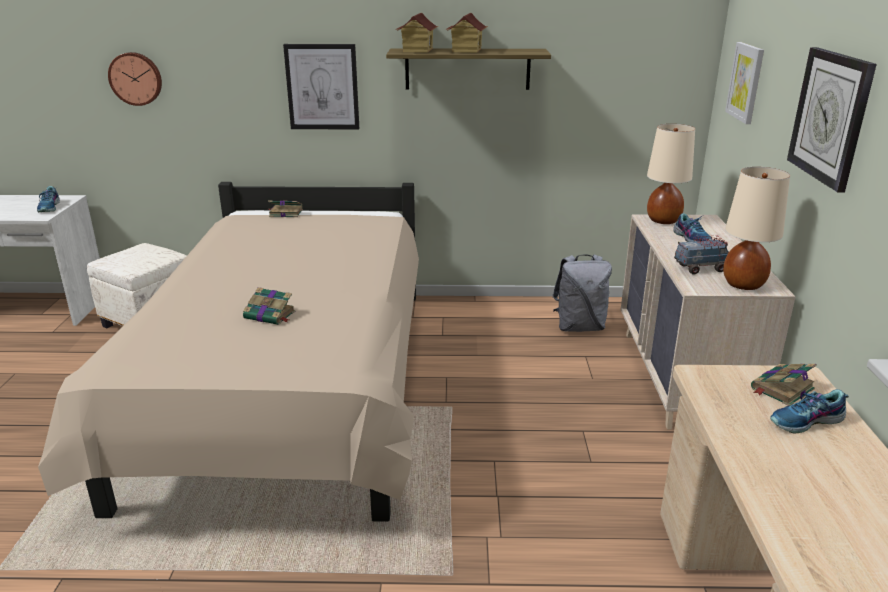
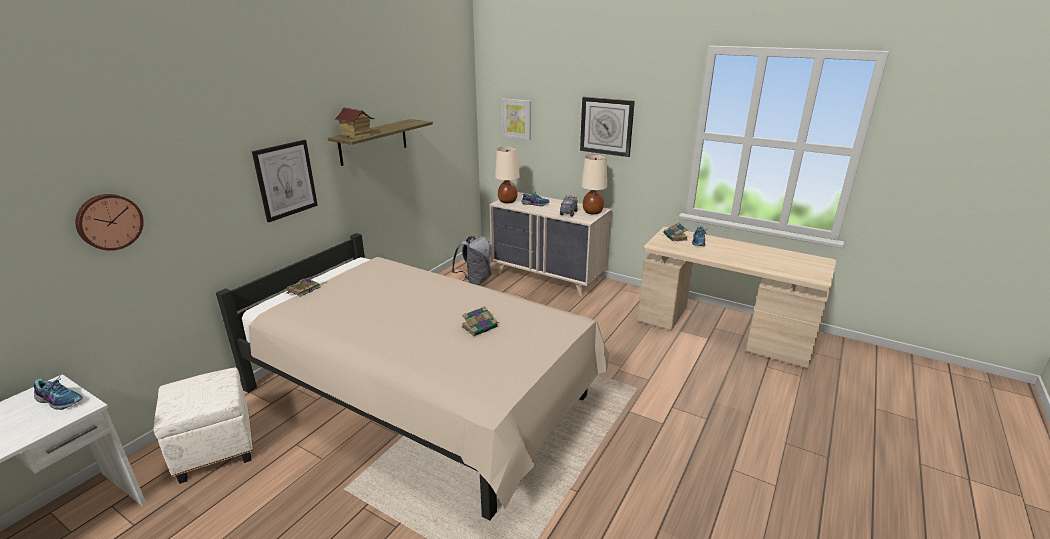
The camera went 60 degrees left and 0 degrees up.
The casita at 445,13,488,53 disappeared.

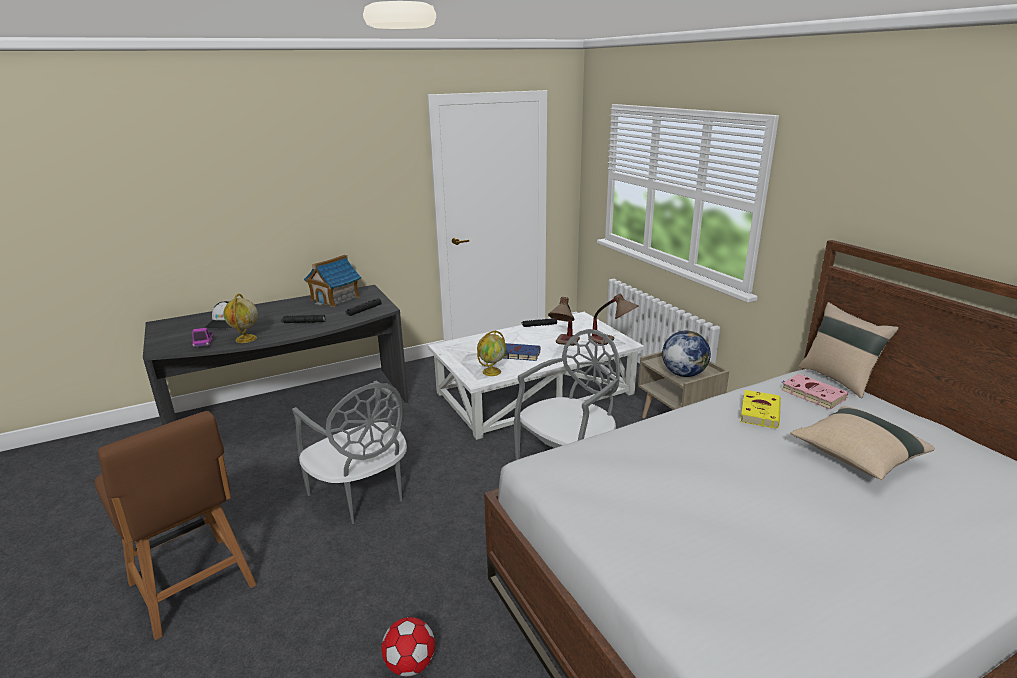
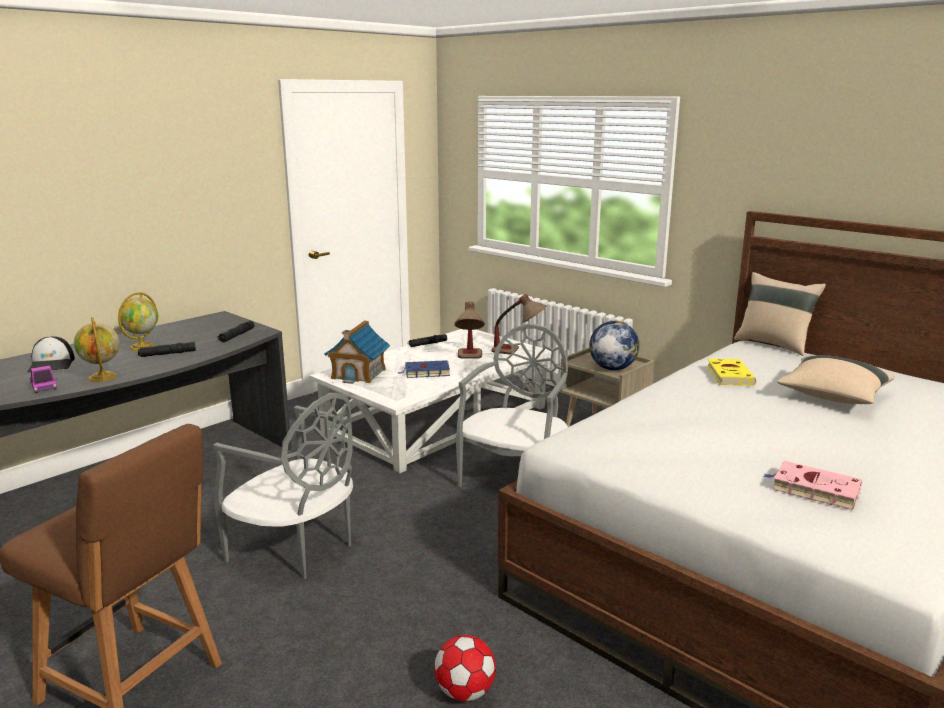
The camera went 20 degrees left and 5 degrees down.
The globo terráqueo moved from 477,330,506,376 to 118,292,158,351.
The casita moved from 304,255,361,307 to 324,321,390,384.
The libro [rosa] moved from 781,374,848,410 to 764,461,863,510.

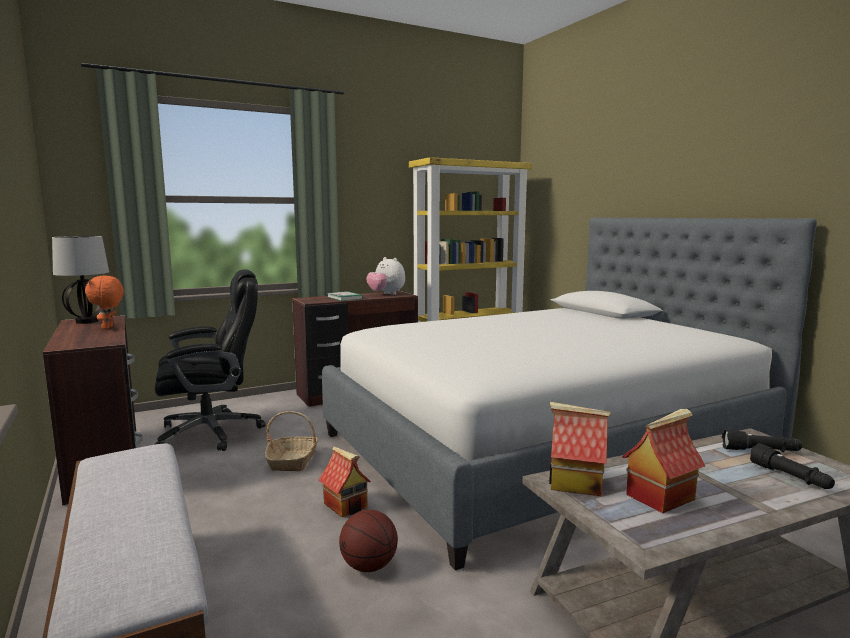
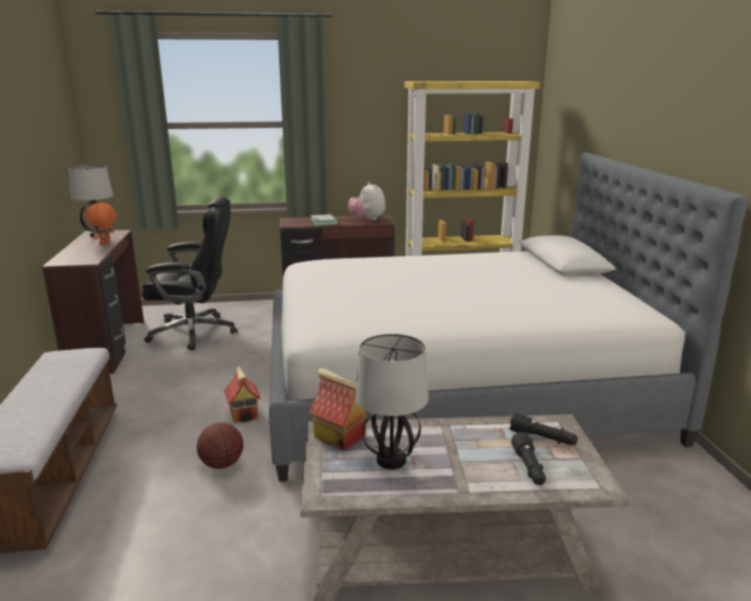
The camera went 20 degrees right and 10 degrees up.
The casita at 622,409,705,513 was replaced by the lámpara de mesa at 355,334,429,469.
The cesta at 265,411,318,471 disappeared.

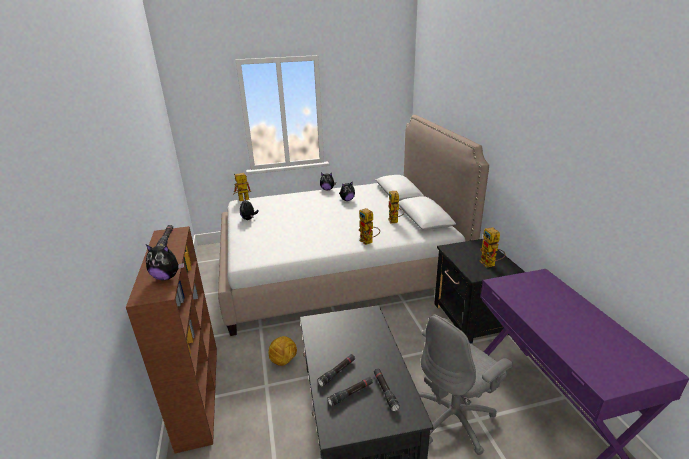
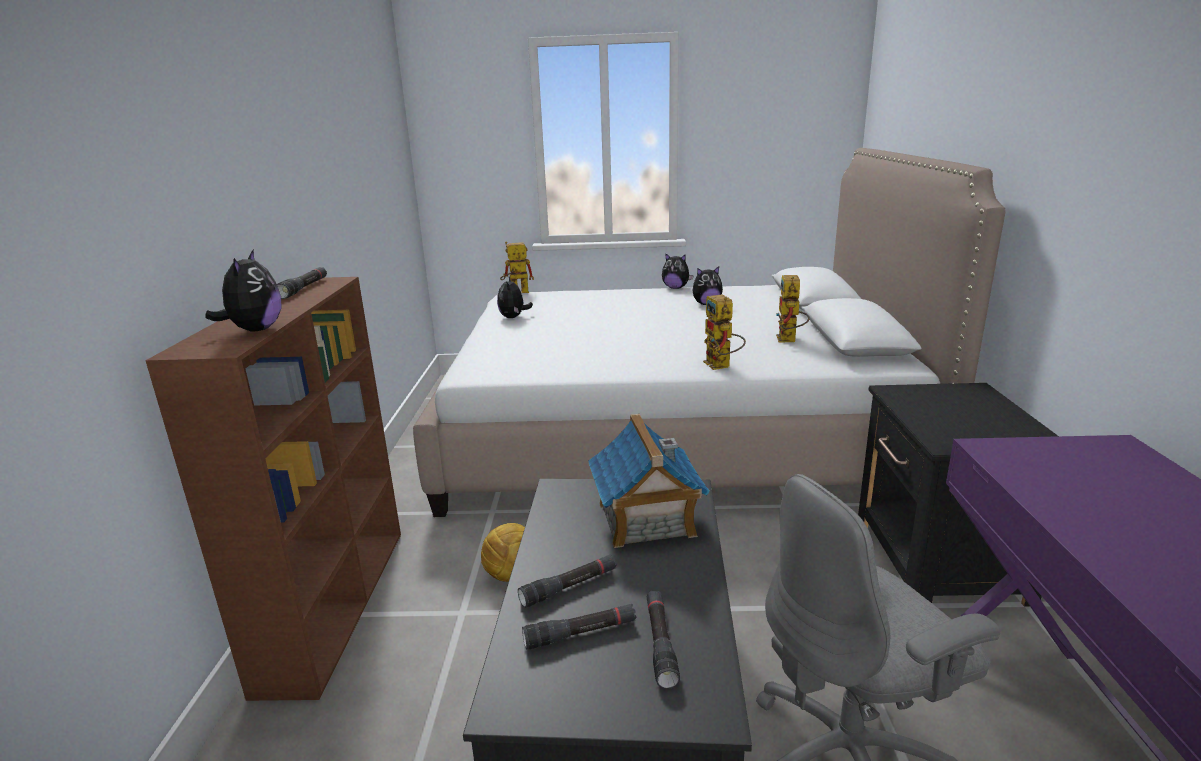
The camera went 15 degrees right and 5 degrees down.
The peluche at 146,244,184,280 turned 120 degrees counterclockwise.
The casita at 588,414,710,548 appeared.
The robot de juguete at 479,227,506,268 disappeared.

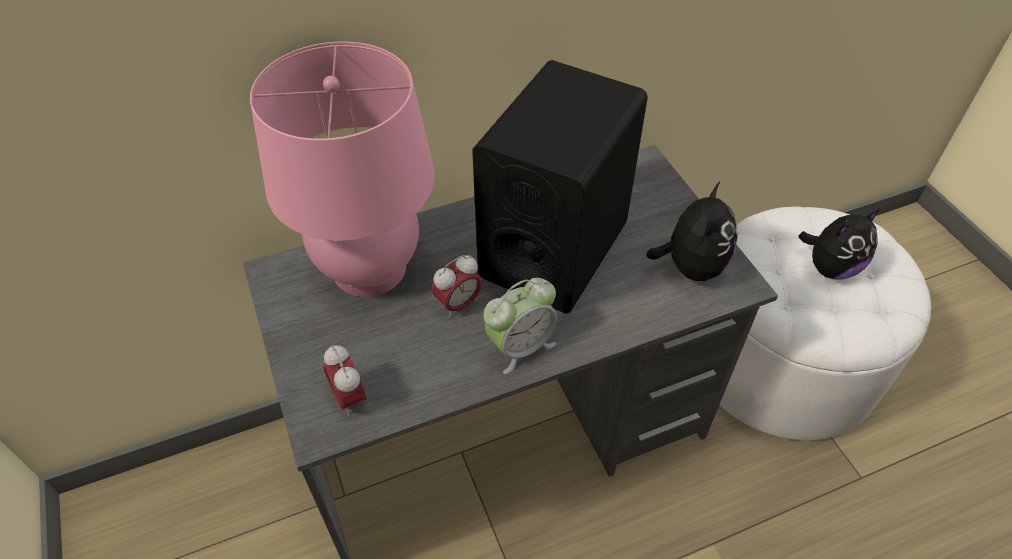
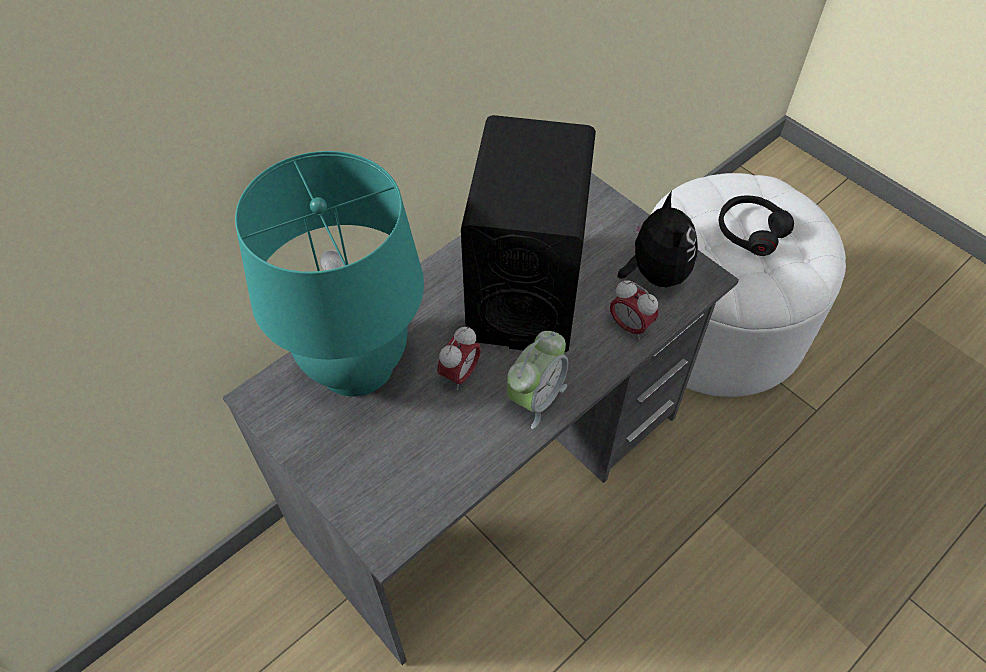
The camera went 20 degrees left and 5 degrees up.
The lámpara de mesa [rosa] at 250,42,435,297 became the lámpara de mesa [turquesa] at 235,151,424,396.
The despertador moved from 323,345,366,416 to 610,280,658,340.
The peluche at 798,209,880,280 was replaced by the auriculares [negro] at 719,195,794,256.

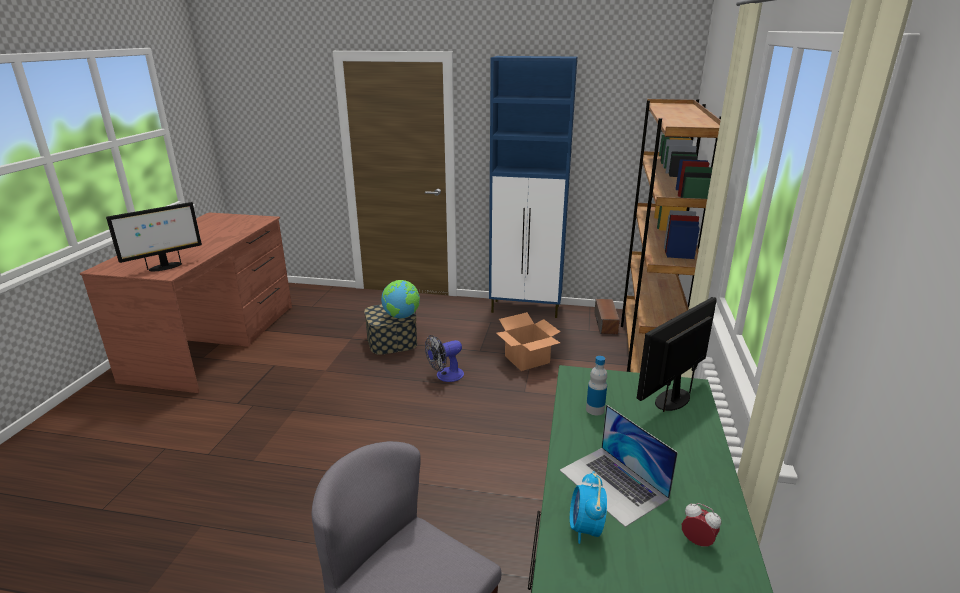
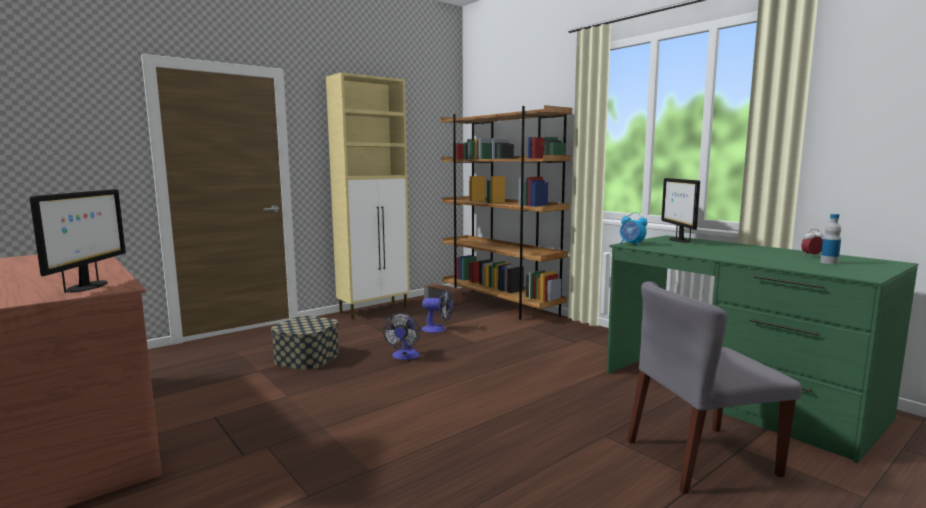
The camera went 50 degrees left and 15 degrees down.
The armario [azul] at 489,56,577,318 became the armario [beis] at 326,72,410,319.
The caja de cartón at 496,312,561,371 was replaced by the ventilador at 422,289,453,333.
The despertador moved from 570,471,607,544 to 620,212,648,246.
The botella moved from 586,356,607,416 to 820,214,841,264.
The globo terráqueo at 381,280,420,318 disappeared.
The portátil at 560,405,678,527 disappeared.

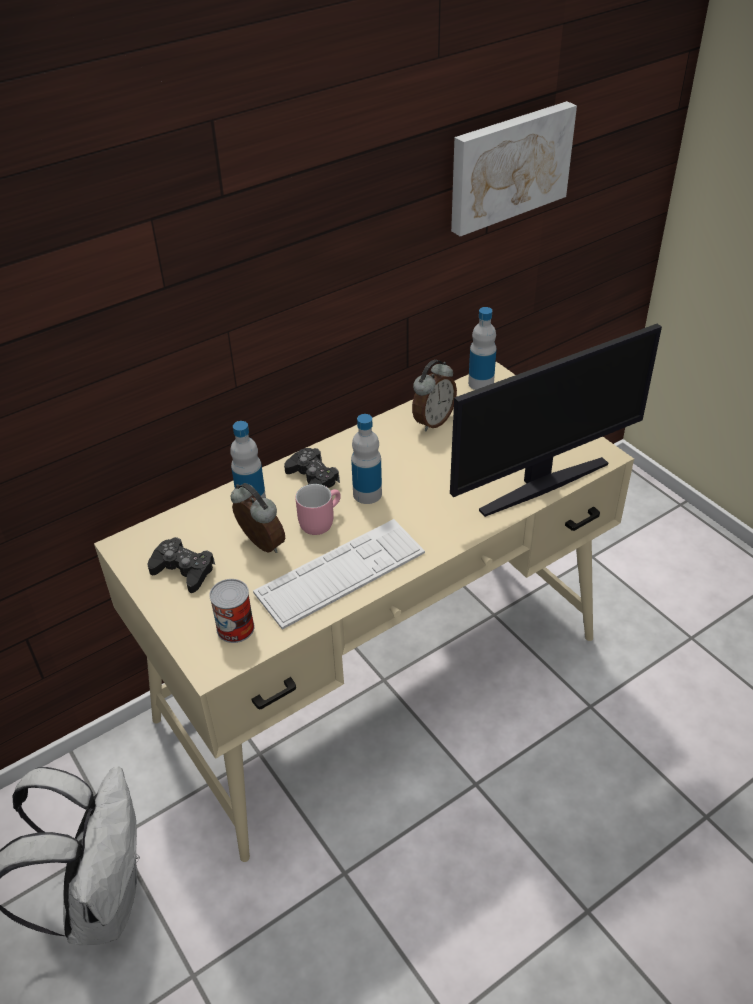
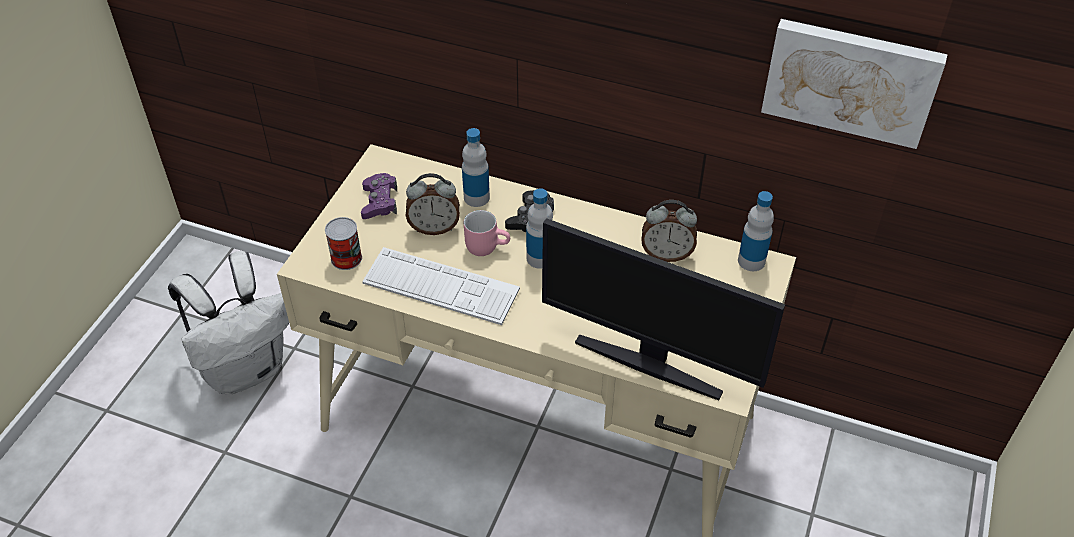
The camera went 55 degrees right and 5 degrees up.
The mando de consola [negro] at 147,537,215,593 became the mando de consola [morado] at 361,173,397,219.
The despertador at 231,483,285,553 turned 75 degrees clockwise.

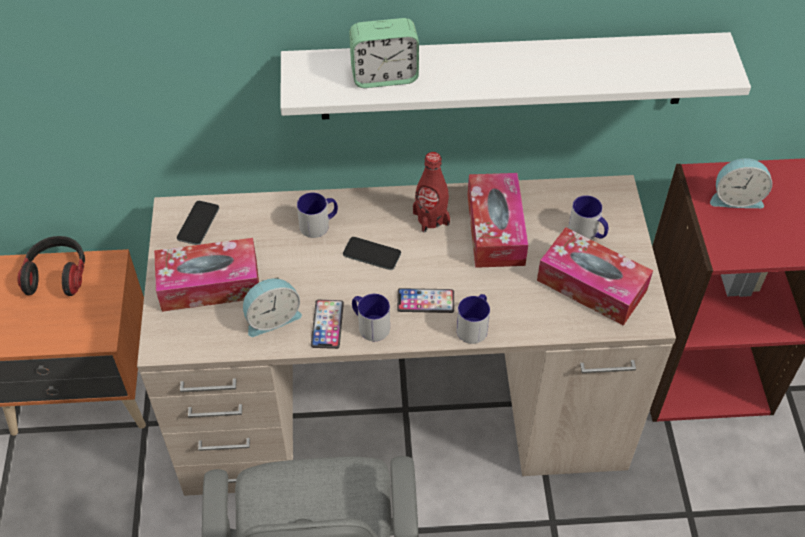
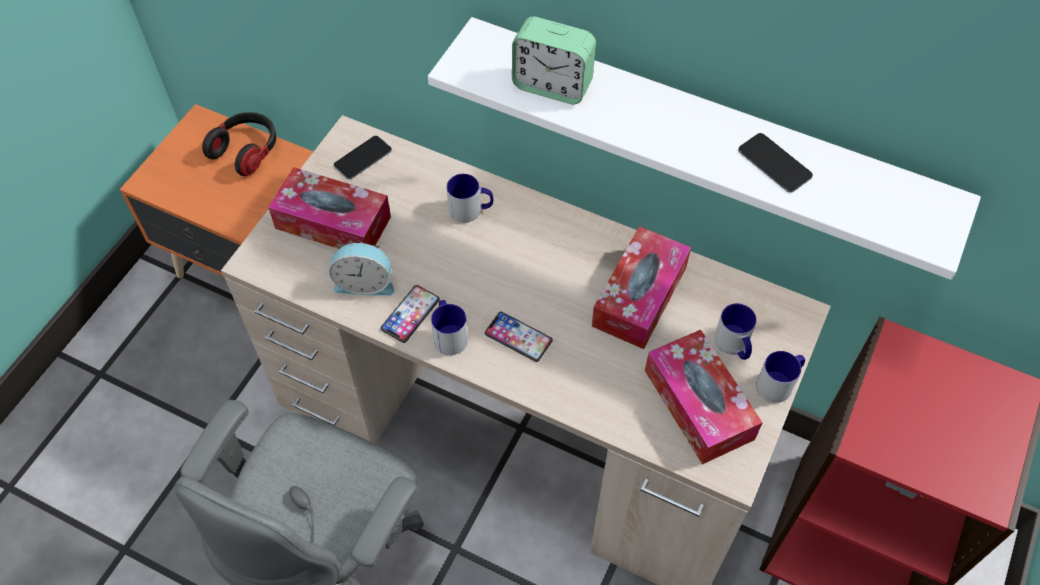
The camera went 30 degrees right and 5 degrees up.
The móvil moved from 343,237,401,270 to 738,133,813,193.
The taza grande moved from 456,294,490,344 to 756,351,805,403.
The botella [rojo] at 413,152,450,233 disappeared.
The despertador at 710,158,772,208 disappeared.

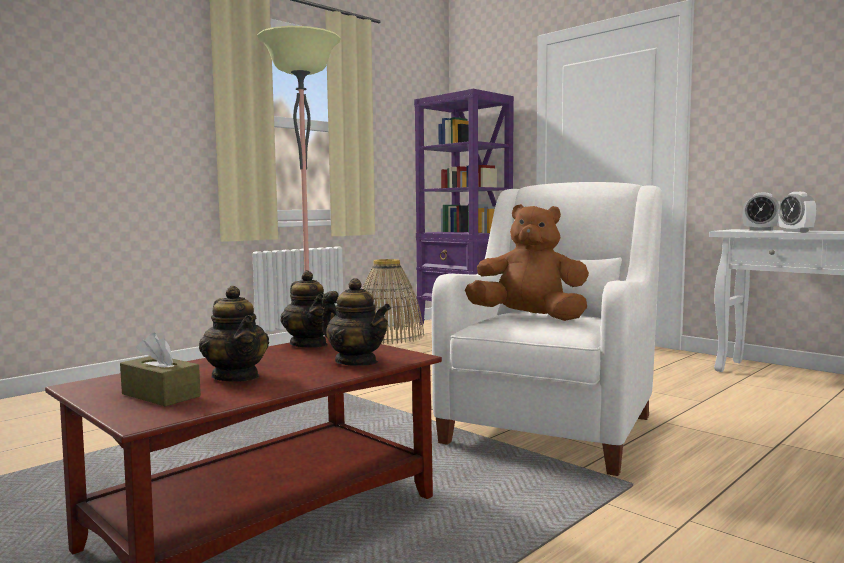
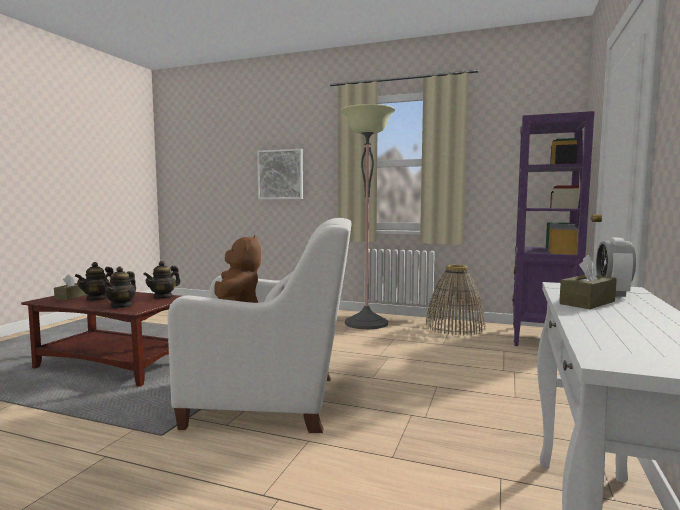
The camera went 65 degrees right and 0 degrees up.
The cuadro at 257,149,303,199 appeared.
The despertador at 779,192,816,232 was replaced by the caja de pañuelos [marrón] at 559,255,617,309.

